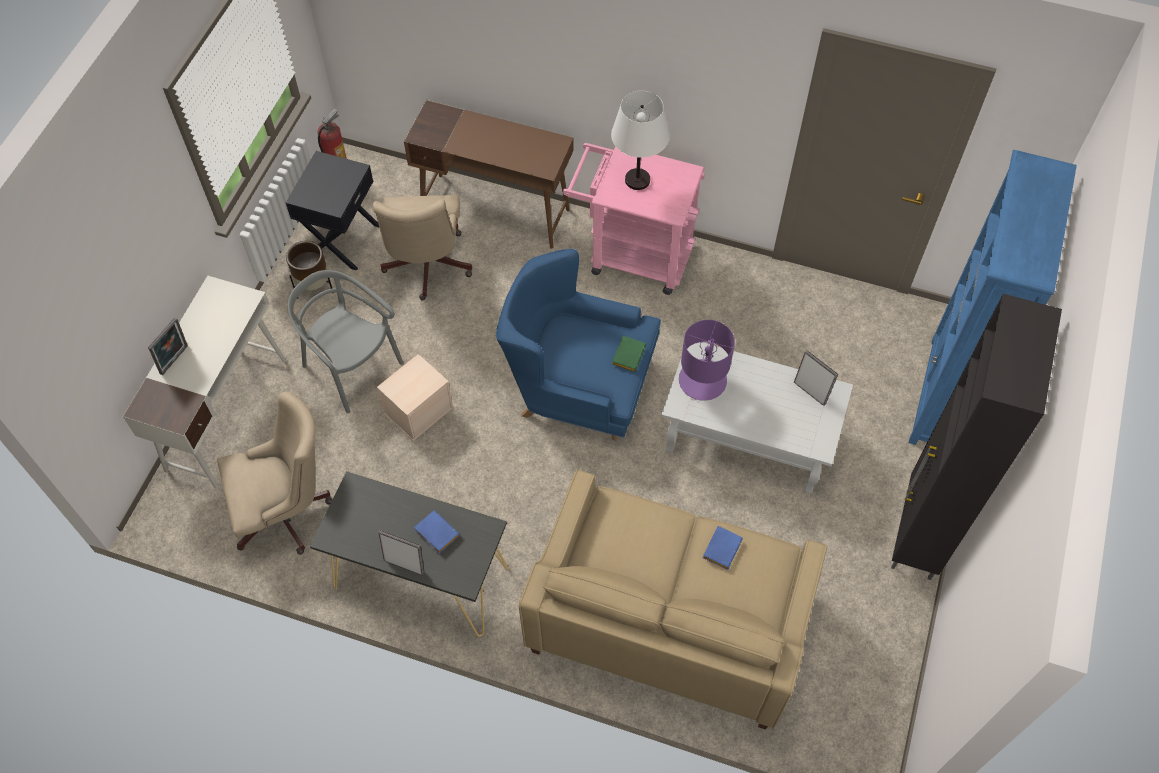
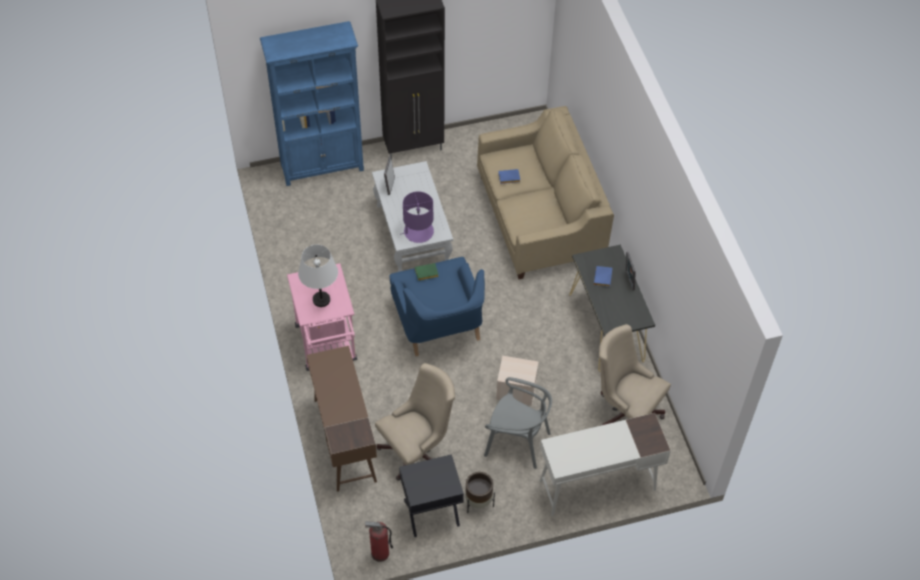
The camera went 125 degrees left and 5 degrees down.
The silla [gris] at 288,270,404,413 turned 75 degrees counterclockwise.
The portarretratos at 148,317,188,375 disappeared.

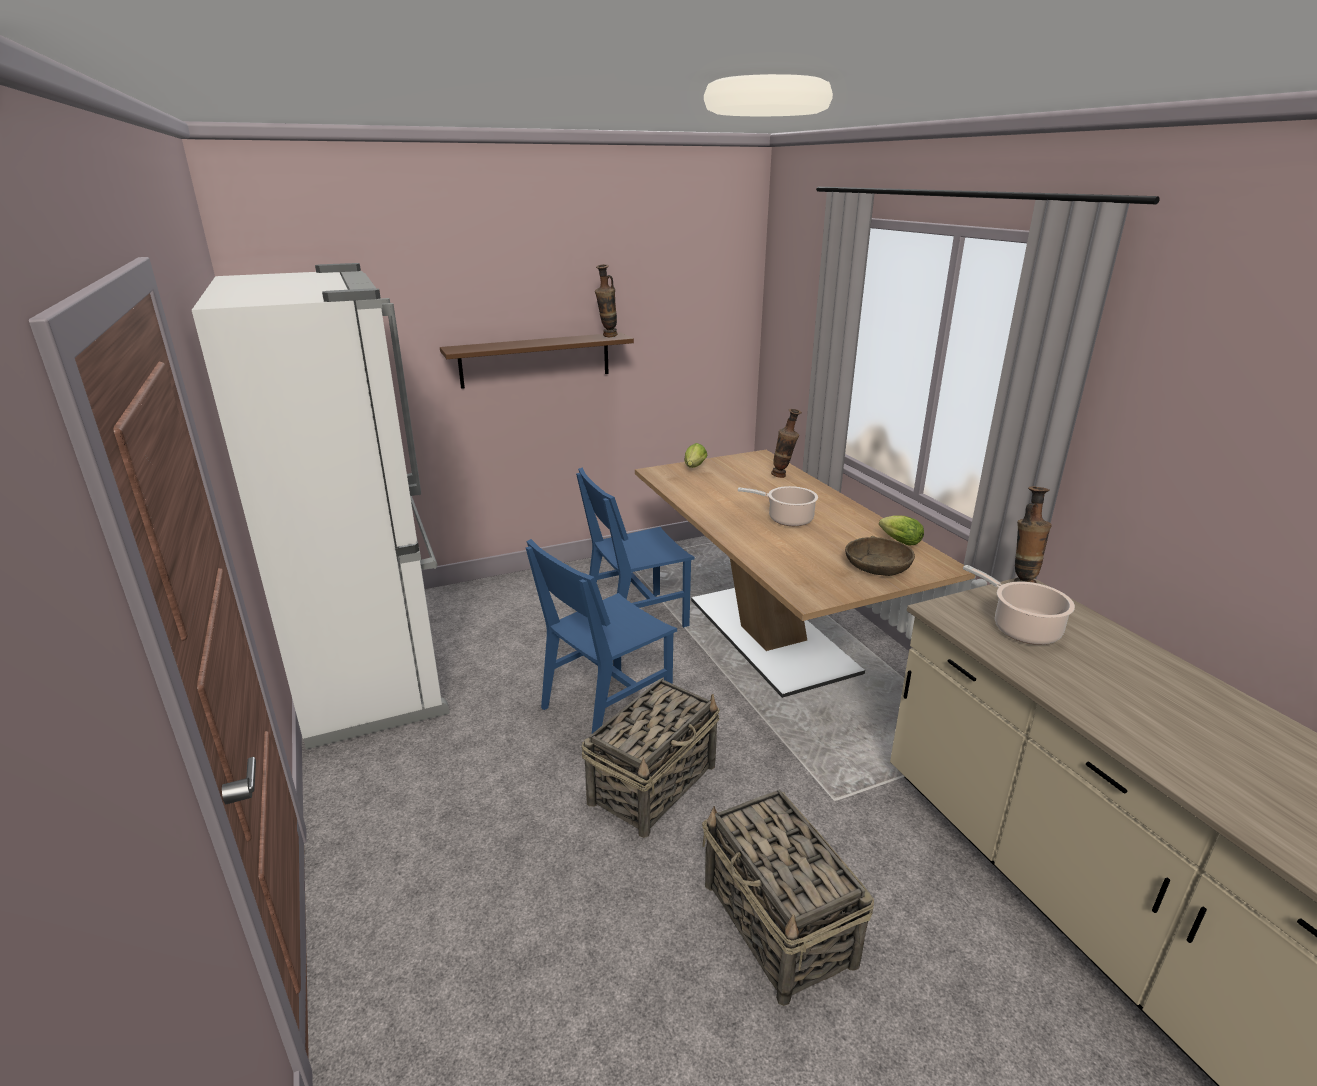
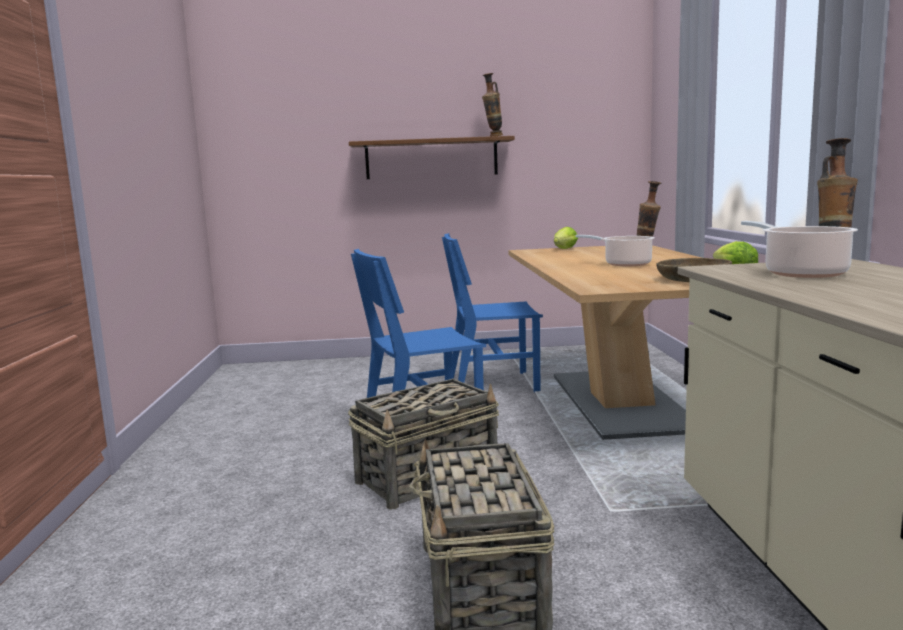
The camera went 20 degrees right and 15 degrees down.
The nevera [blanco] at 192,263,450,750 disappeared.

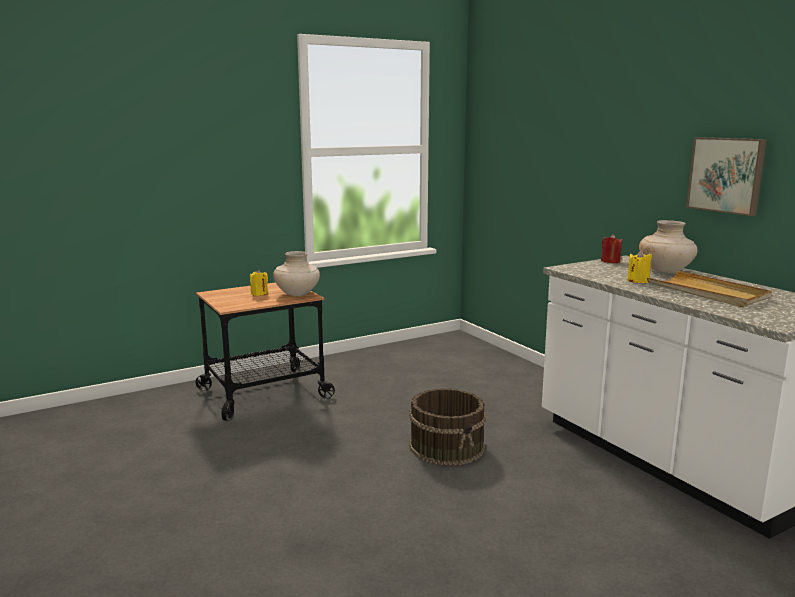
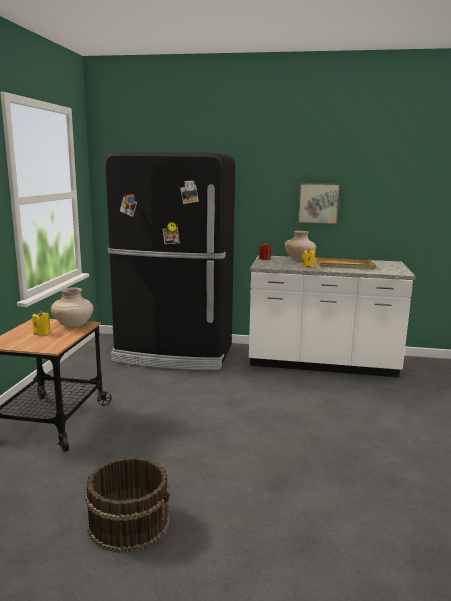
The camera went 50 degrees left and 0 degrees up.
The cubo [marrón] moved from 409,388,486,466 to 85,457,170,553.
The nevera [negro] at 105,151,235,370 appeared.

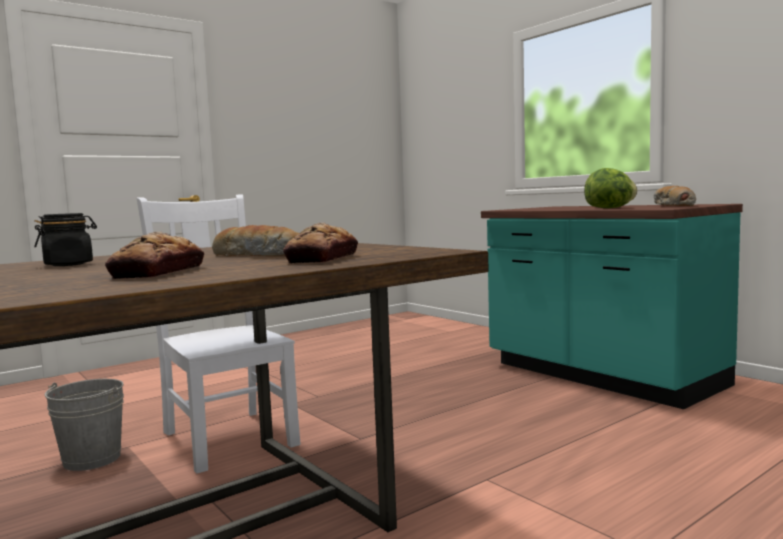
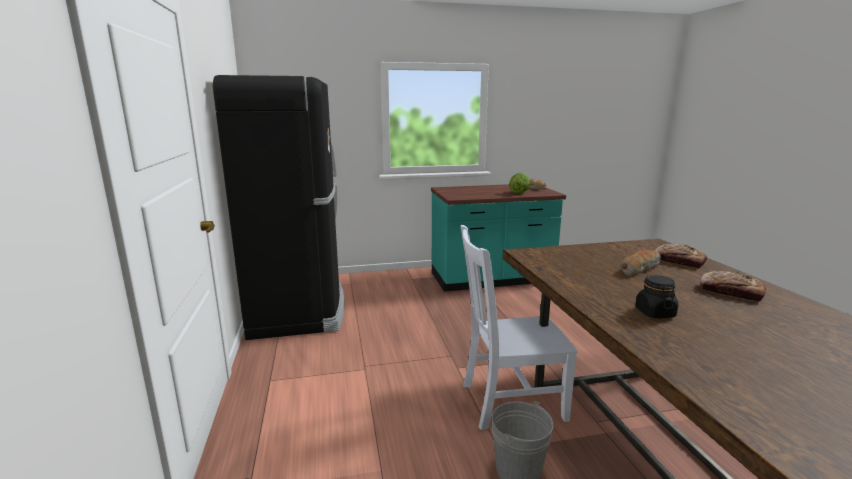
The camera went 65 degrees left and 10 degrees up.
The nevera [negro] at 213,75,345,340 appeared.

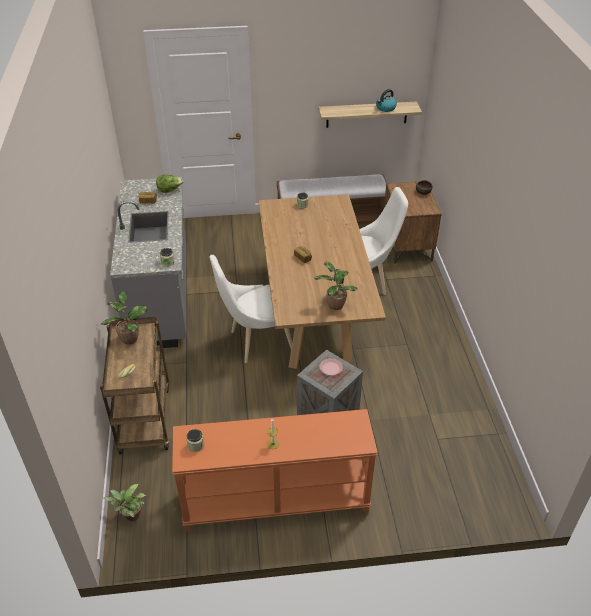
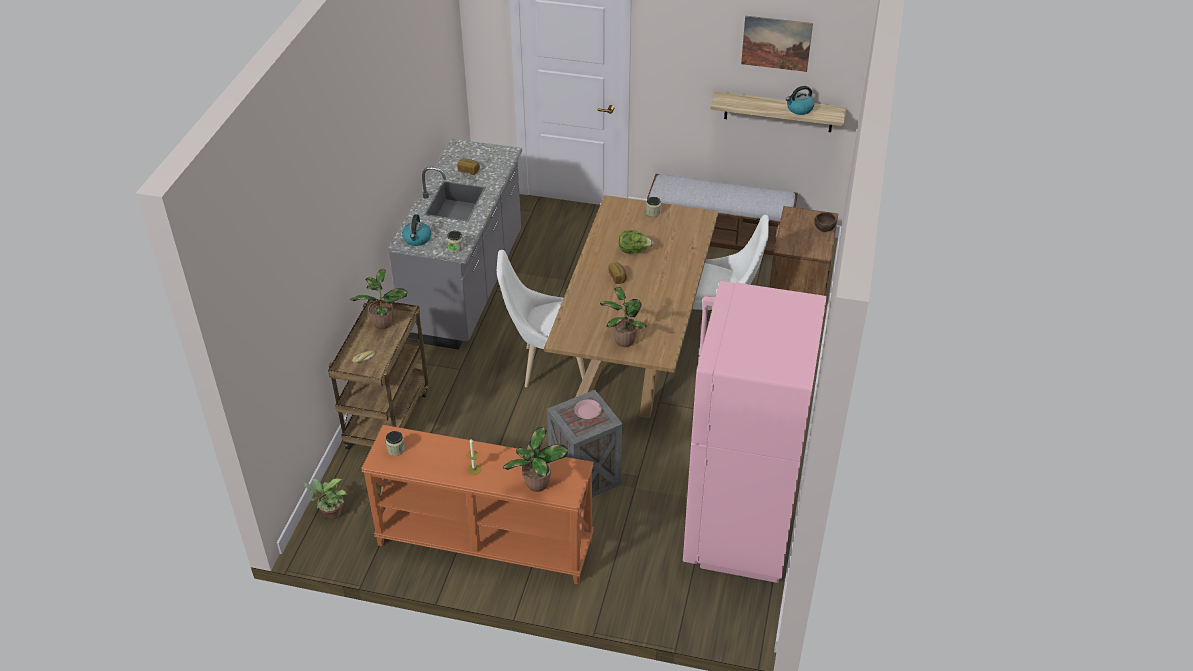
The camera went 20 degrees right and 0 degrees up.
The hervidor at 402,214,431,246 appeared.
The planta en maceta at 503,427,568,492 appeared.
The lechuga moved from 156,174,183,193 to 619,230,654,254.
The nevera [rosa] at 683,281,827,583 appeared.
The cuadro at 741,16,813,72 appeared.

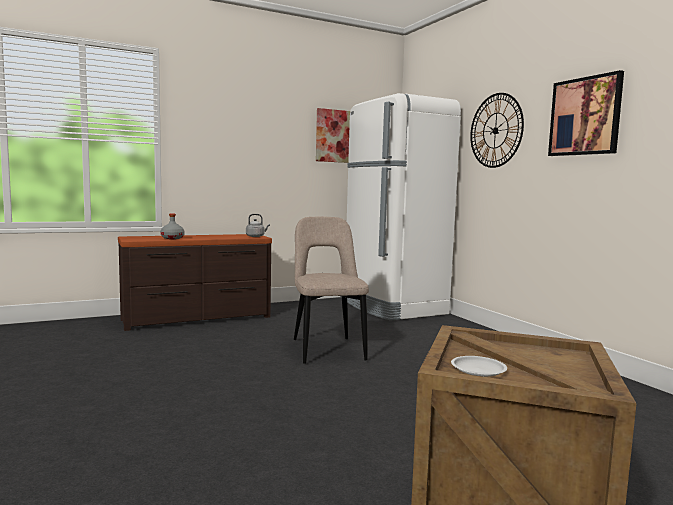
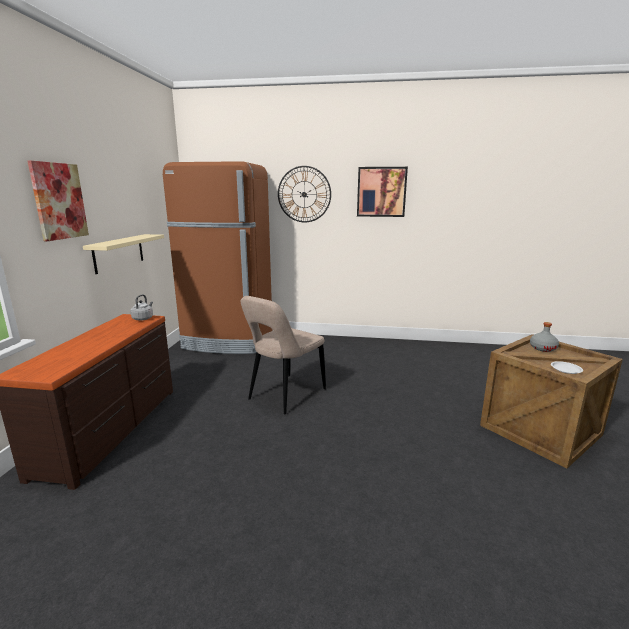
The camera went 55 degrees left and 10 degrees up.
The cuadro moved from 316,108,350,163 to 27,161,89,241.
The estante [beis] at 83,234,164,274 appeared.
The nevera [blanco] at 347,93,461,321 became the nevera [marrón] at 163,161,273,354.
The silla [beis] at 294,217,369,364 turned 75 degrees counterclockwise.
The botella [gris] moved from 161,214,185,239 to 530,322,559,352.

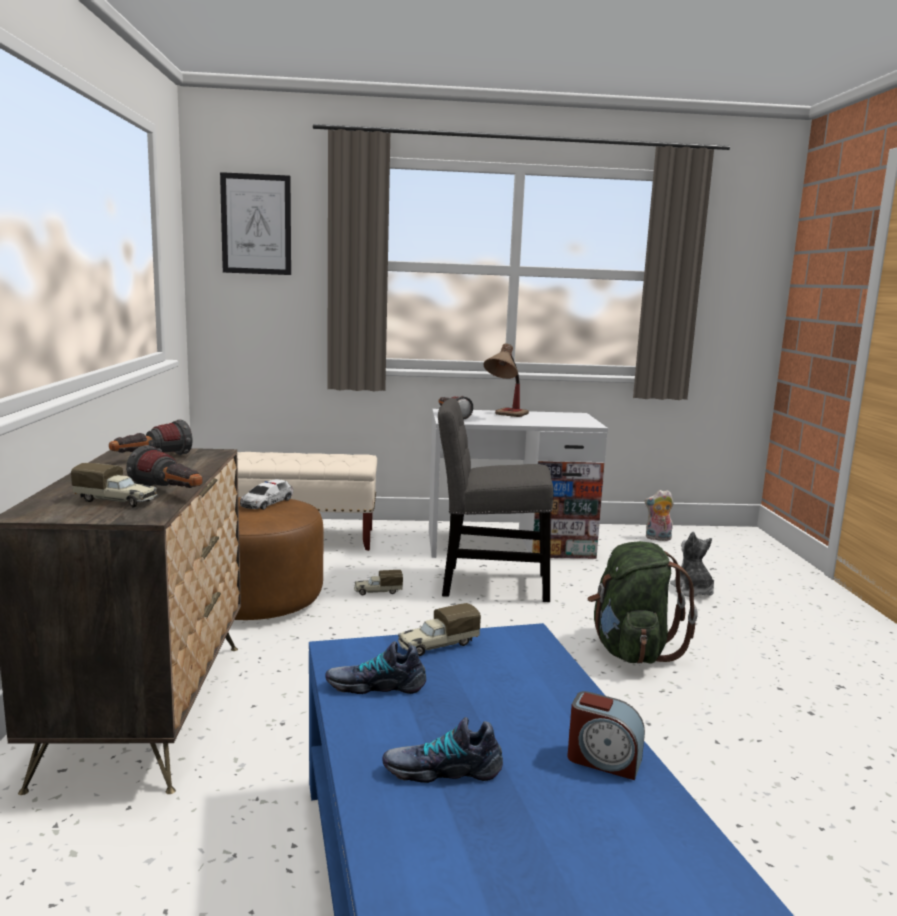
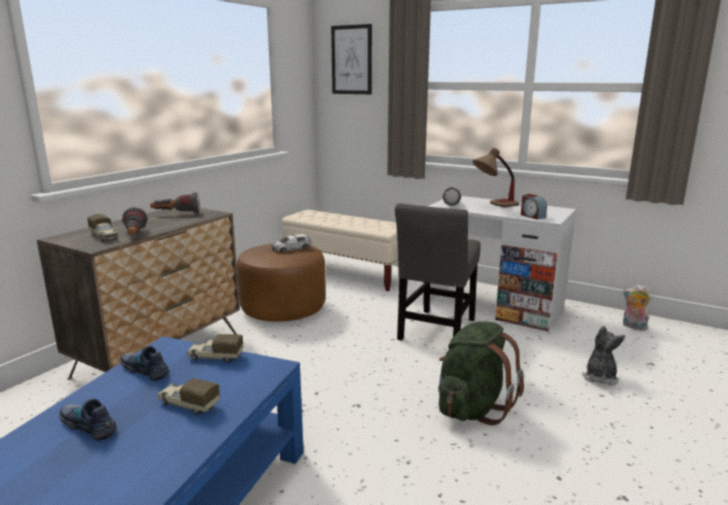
The camera went 35 degrees right and 5 degrees up.
The camión de juguete moved from 354,570,403,595 to 157,378,220,414.
The silla [gris] at 438,398,554,602 turned 105 degrees counterclockwise.
The despertador moved from 567,691,645,780 to 521,194,547,220.

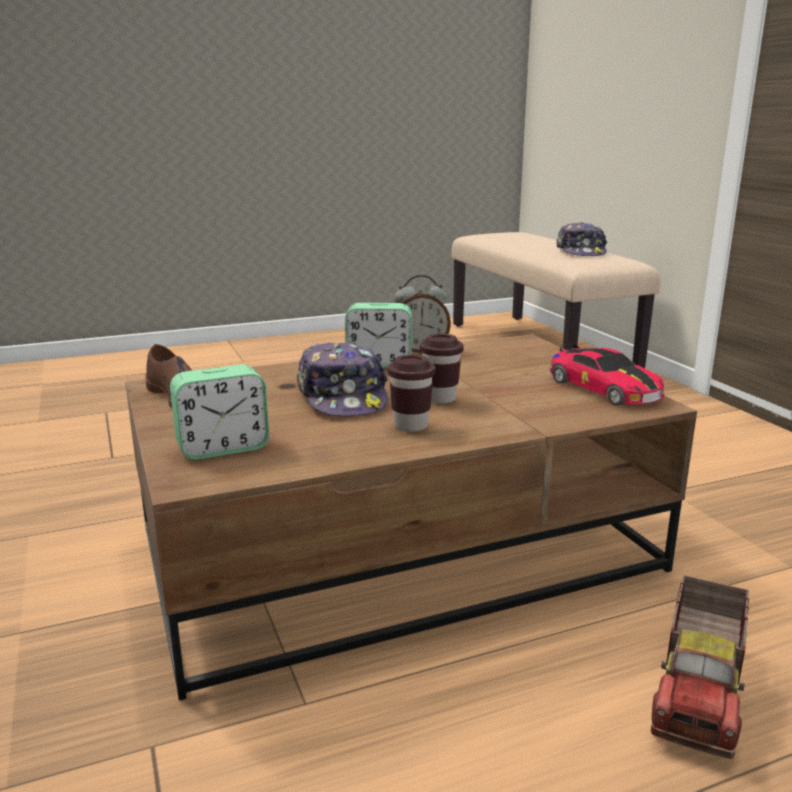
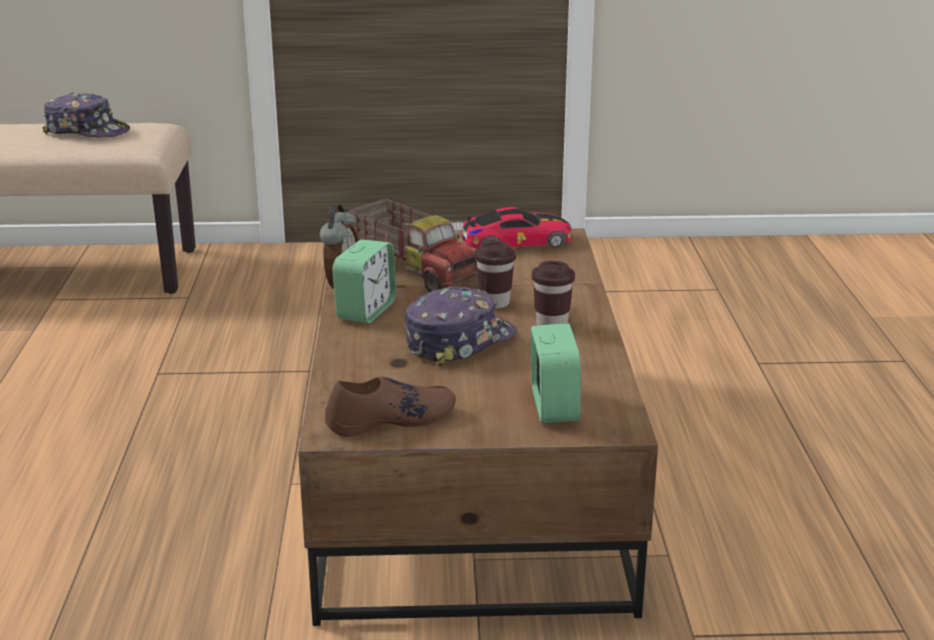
The camera went 70 degrees left and 5 degrees up.
The camión de juguete moved from 651,575,749,759 to 349,199,477,292.
The gorra at 297,342,388,417 turned 45 degrees counterclockwise.

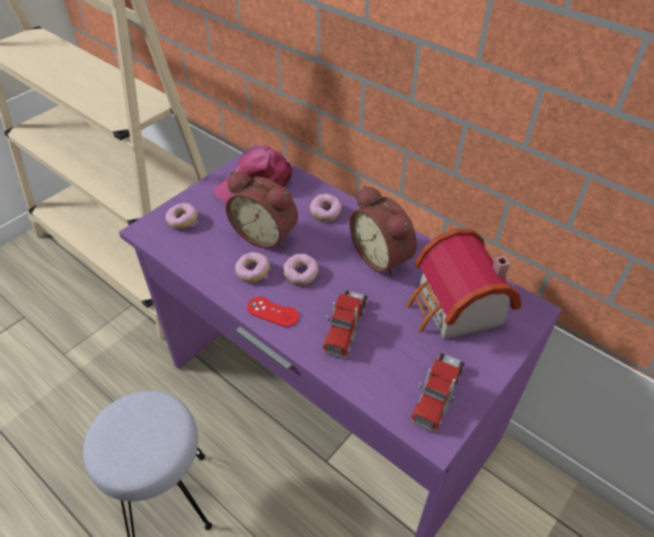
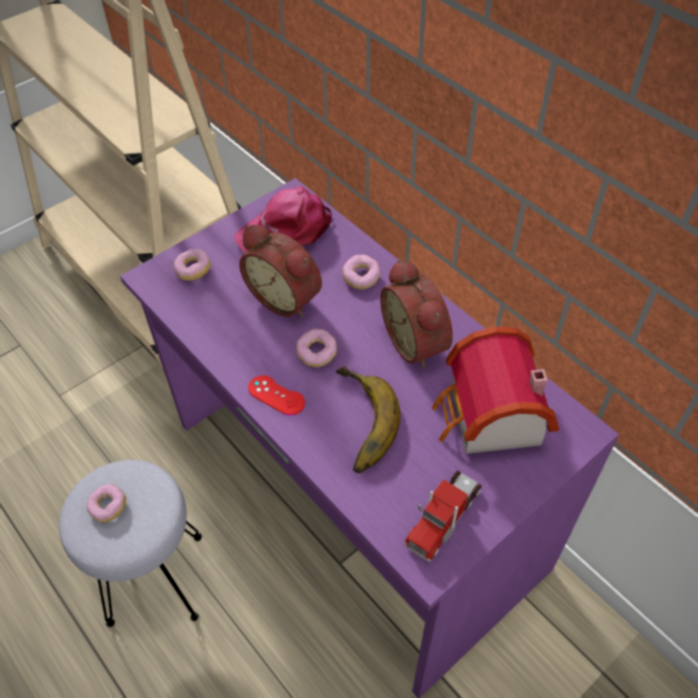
The camera went 10 degrees right and 5 degrees up.
The rosquilla moved from 235,252,270,282 to 87,484,126,522.
The camión de juguete at 323,290,368,358 was replaced by the plátano at 336,366,400,473.

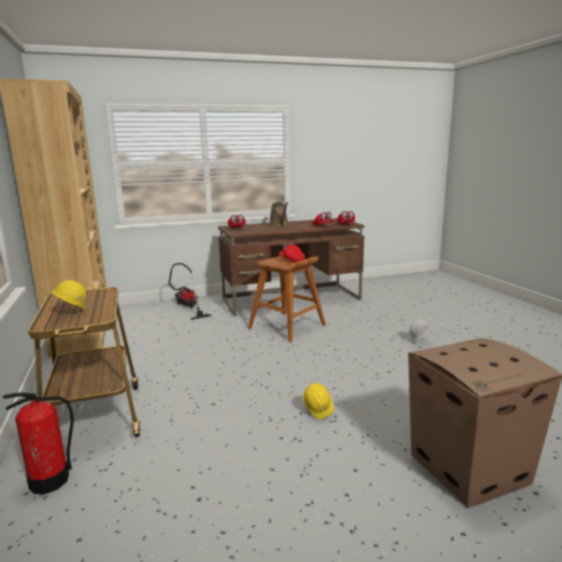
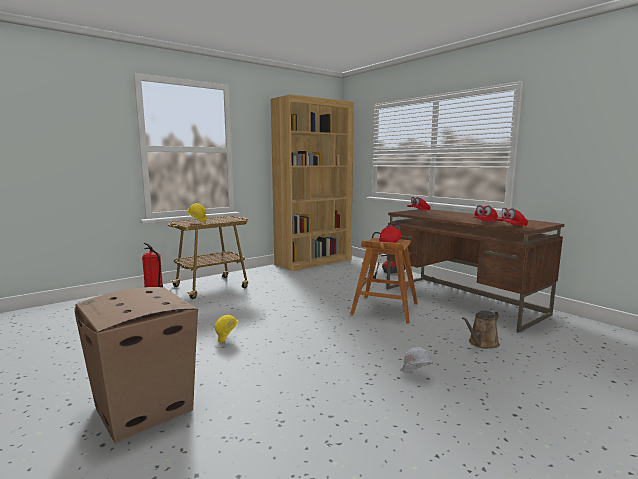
The camera went 70 degrees right and 5 degrees down.
The regadera [marrón] moved from 269,202,289,227 to 462,310,500,349.

